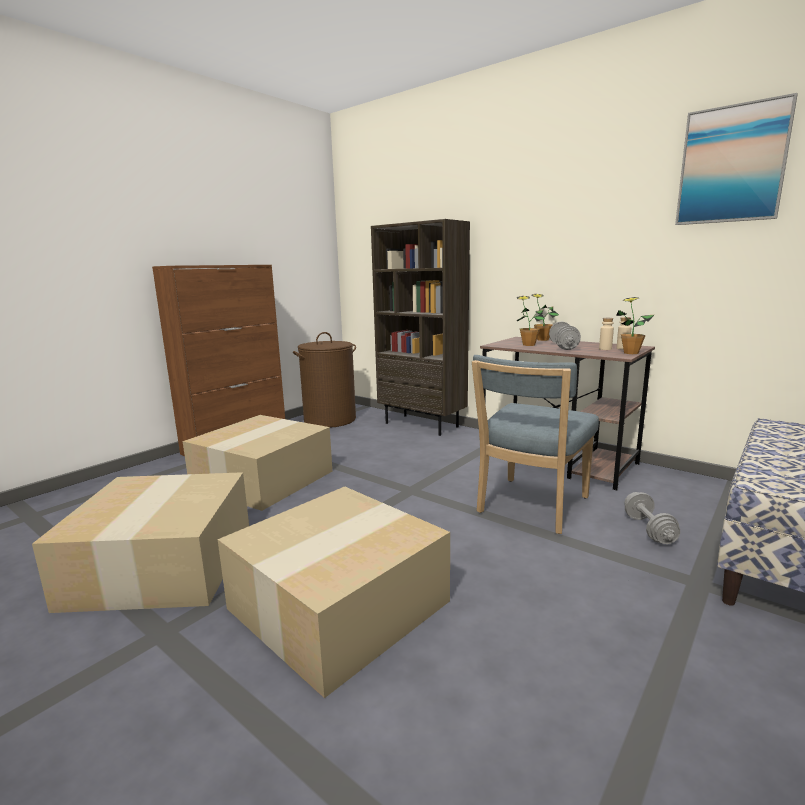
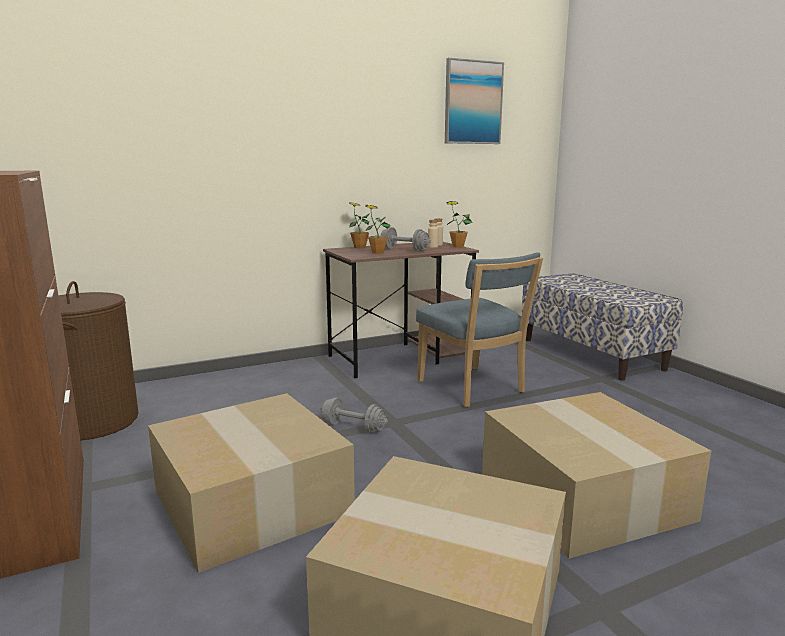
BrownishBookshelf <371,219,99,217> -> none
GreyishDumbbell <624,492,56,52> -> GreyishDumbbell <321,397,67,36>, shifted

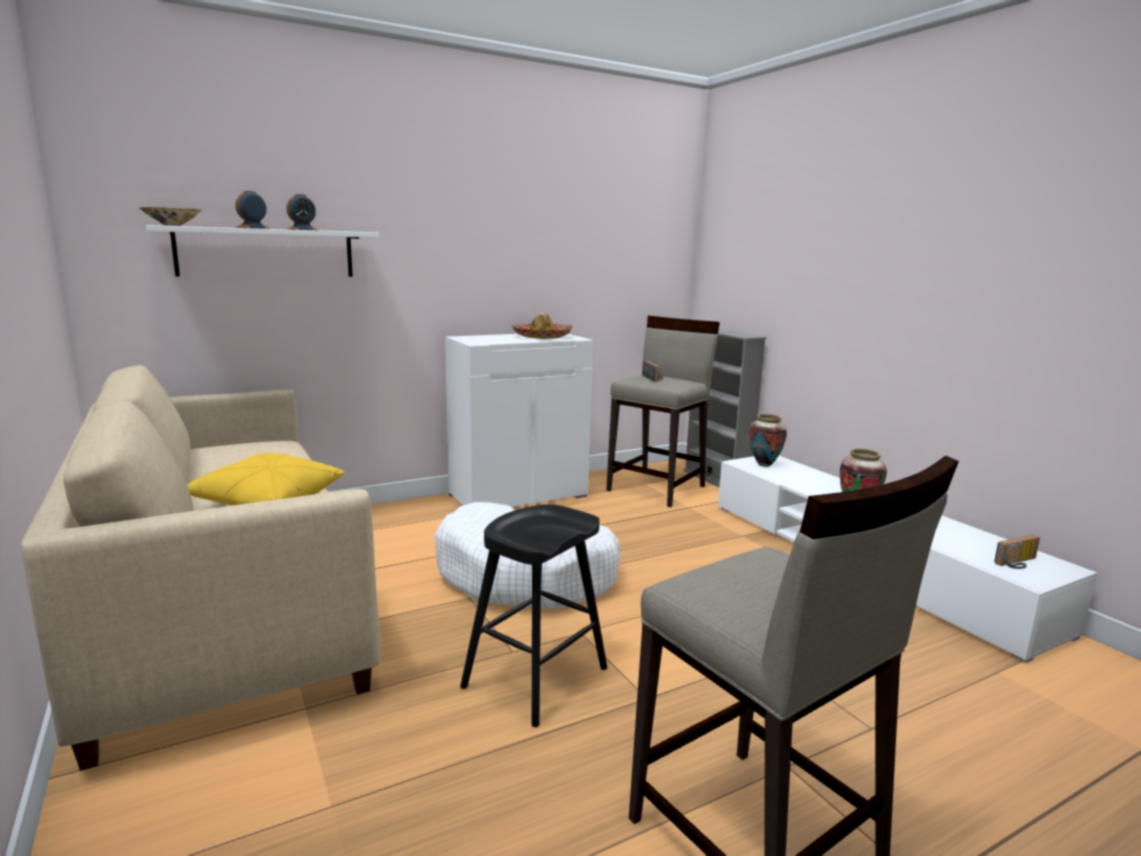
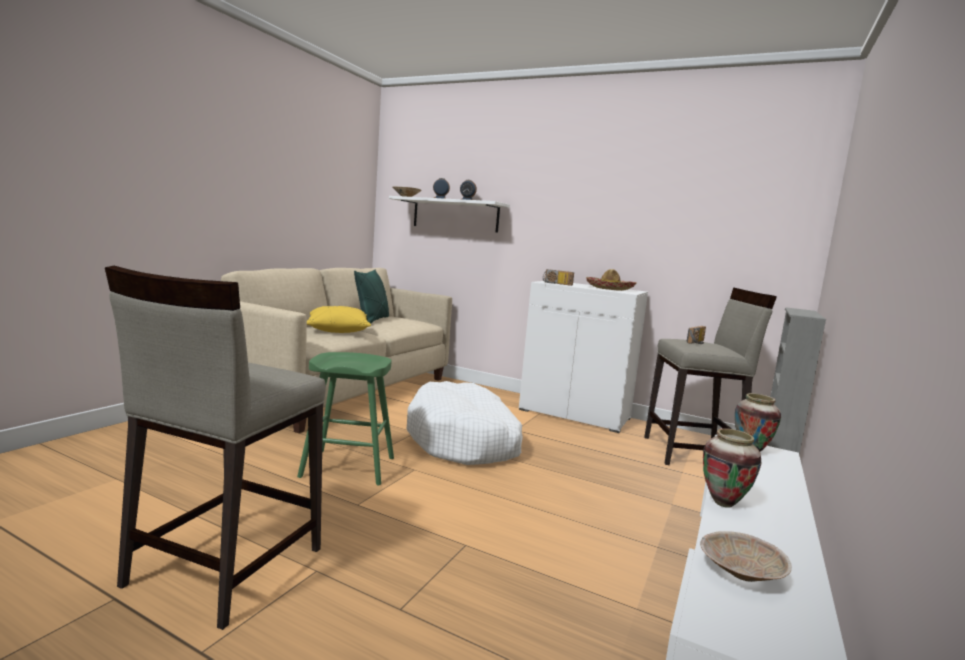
none -> GreenColouredCushion <354,270,35,54>
none -> BeigeServingBowl <700,531,92,51>
RadioReceiver <994,535,46,34> -> RadioReceiver <543,269,31,17>, shifted
BlackColouredSittingStool <460,504,147,223> -> GreenColouredSittingStool <297,352,97,134>

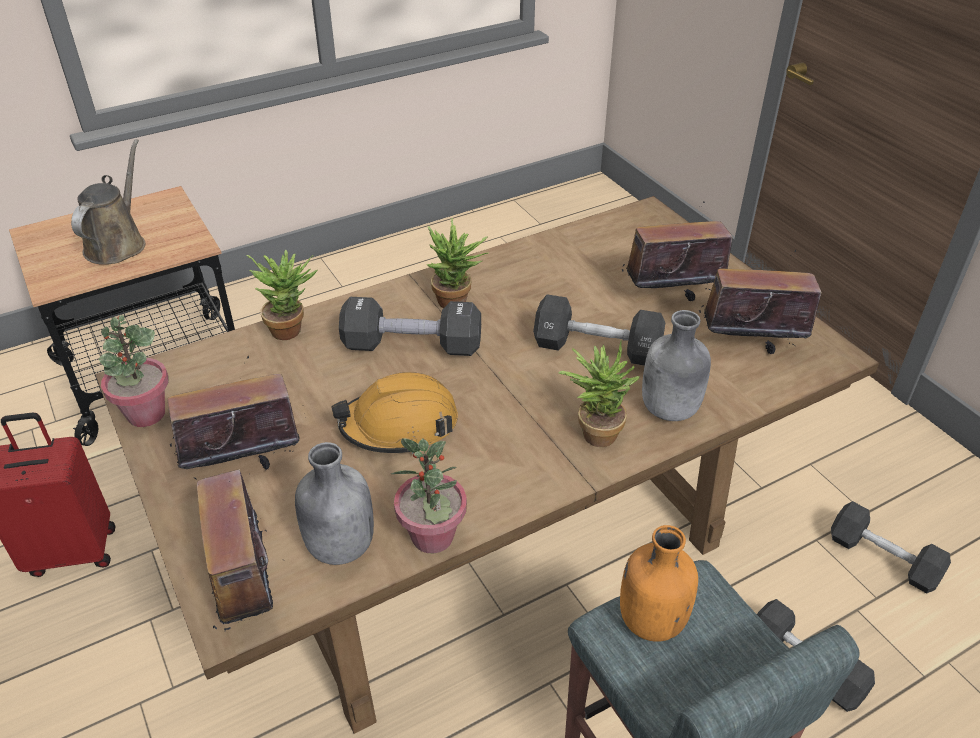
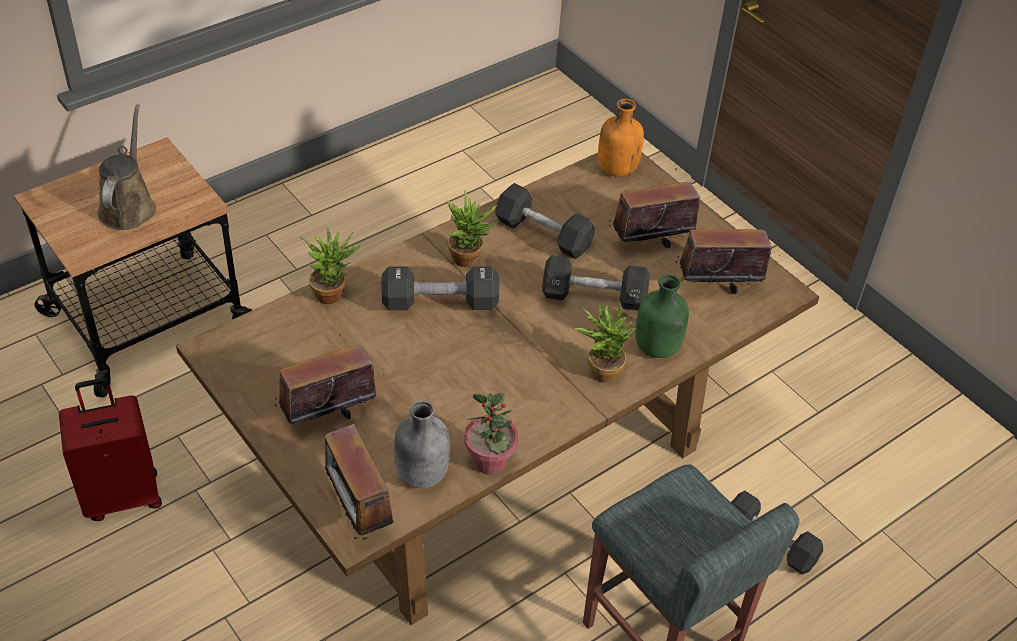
PlantInAPot <99,315,70,112> -> none
OrangeyHardHat <332,372,126,82> -> none
OrangeyBeverageBottle <620,525,78,117> -> OrangeyBeverageBottle <598,99,46,78>, shifted
BlackColouredDumbbell <831,501,120,92> -> BlackColouredDumbbell <495,183,100,76>, shifted
GreyishBeverageBottle <642,310,69,111> -> GreenColouredBeverageBottle <635,274,54,84>

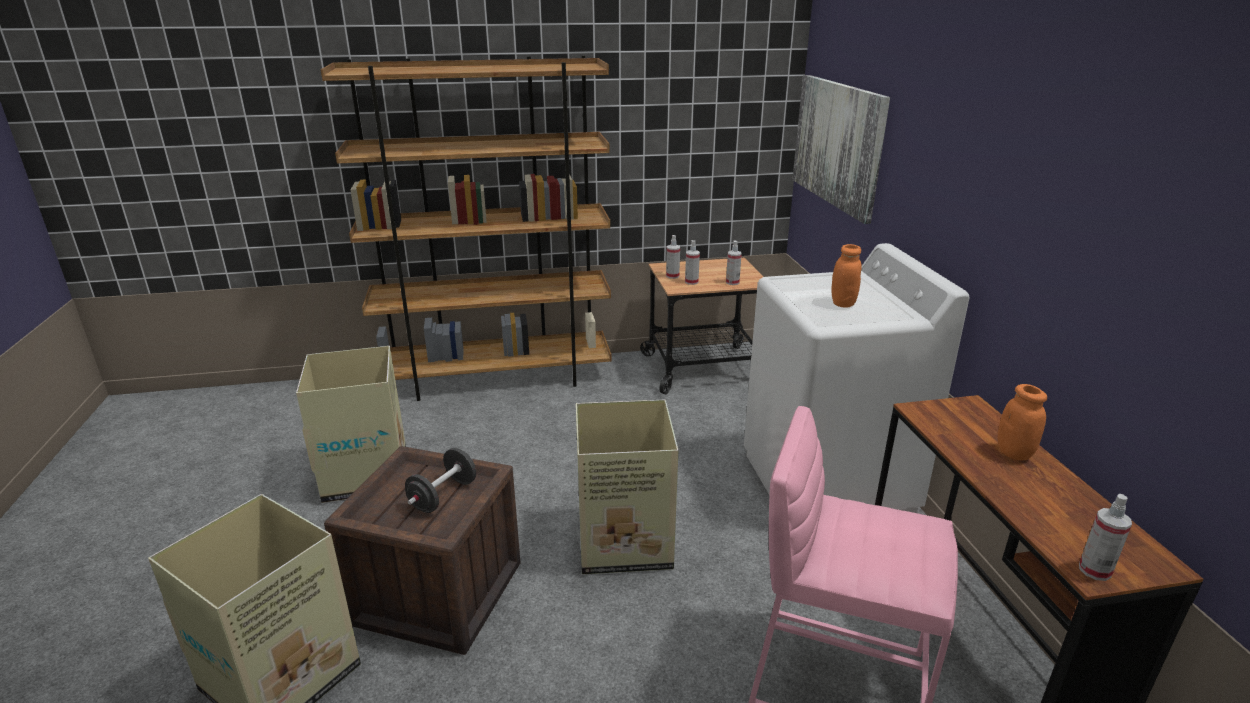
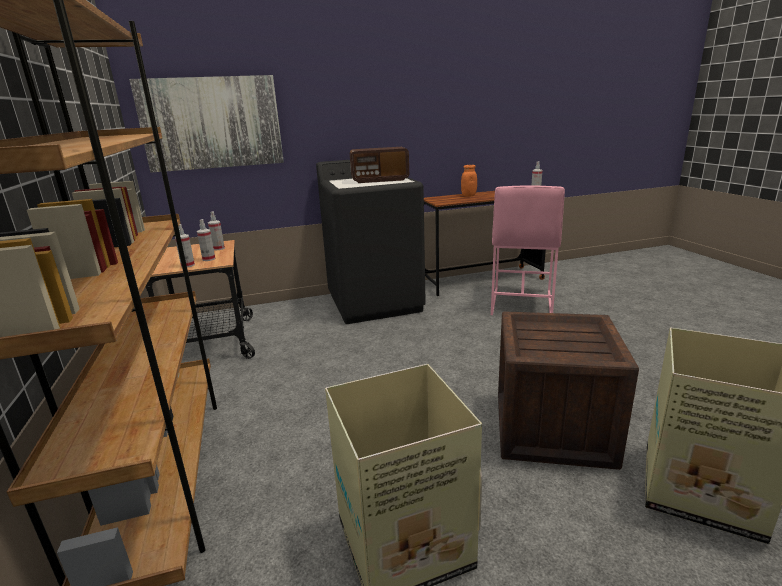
BlackColouredDumbbell <405,448,71,65> -> none
PackingBox <576,400,102,174> -> none
OrangeyStorageJar <831,244,31,64> -> RadioReceiver <350,147,59,36>
WhitishLaundryAppliance <744,243,225,270> -> BlackColouredLaundryAppliance <316,160,110,164>

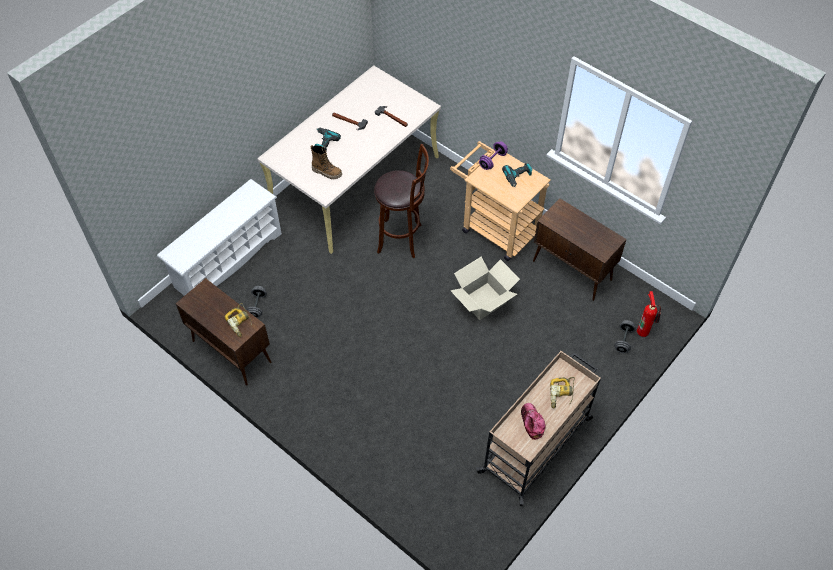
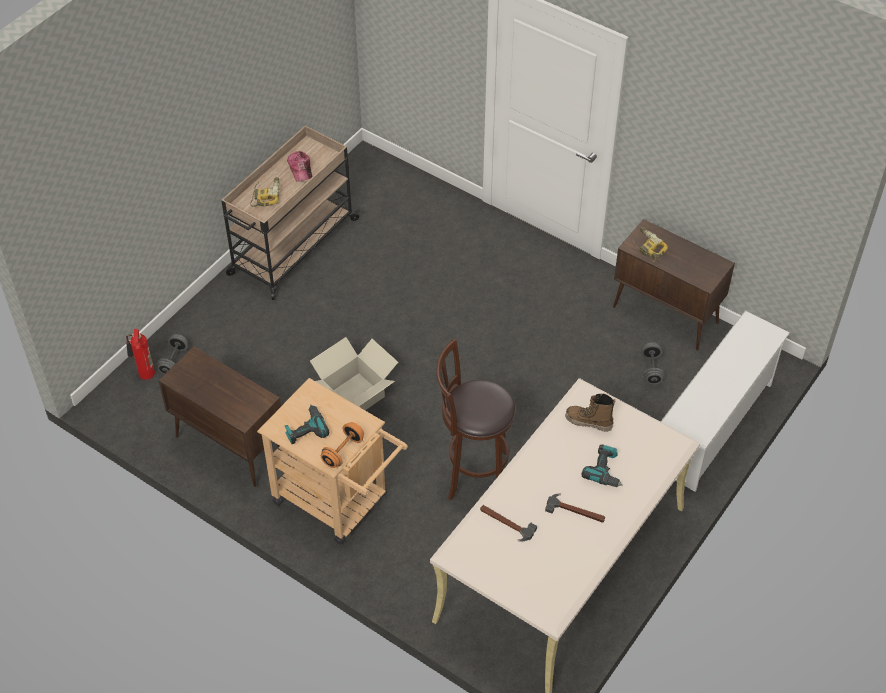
PurplishDumbbell <479,141,29,29> -> OrangeyDumbbell <321,422,43,46>

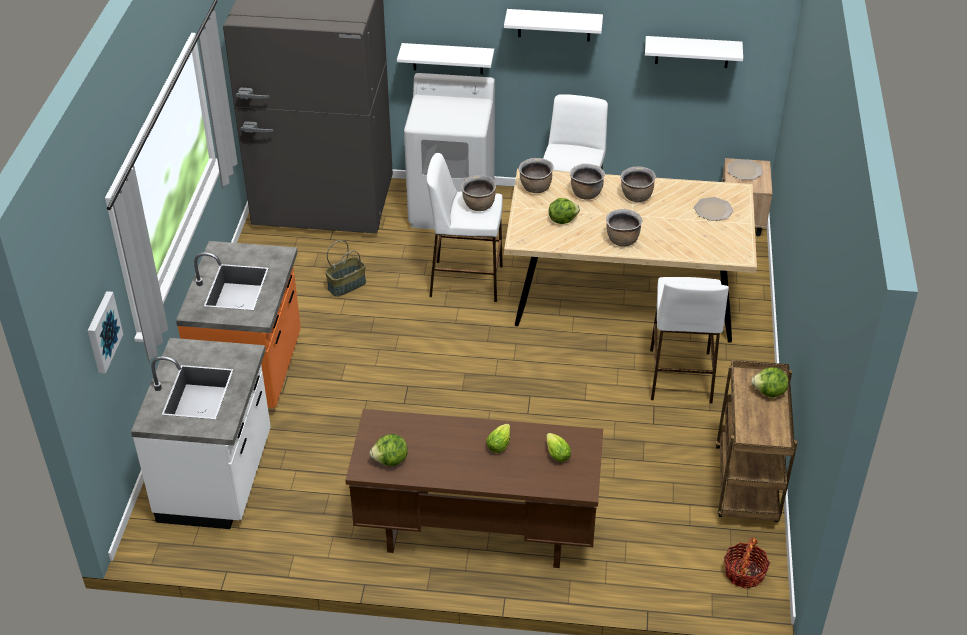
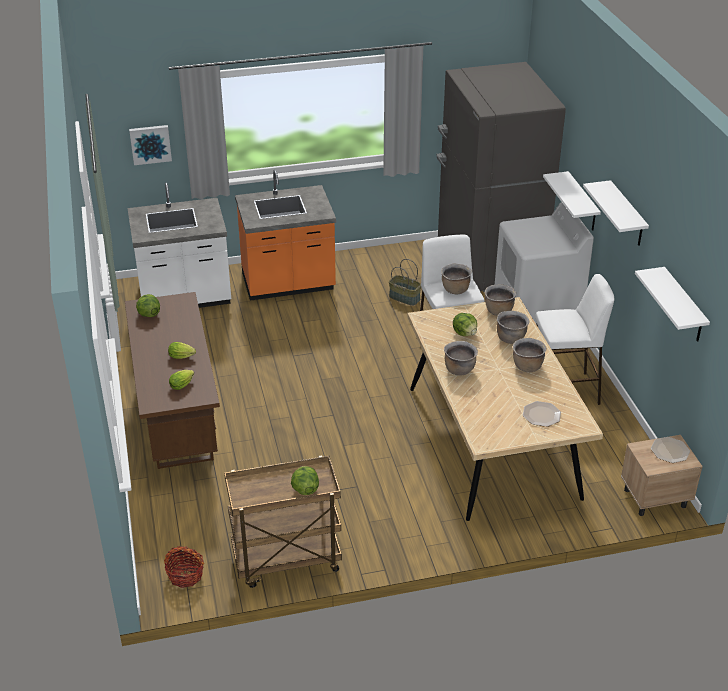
WhitishSittingStool <650,277,79,126> -> none

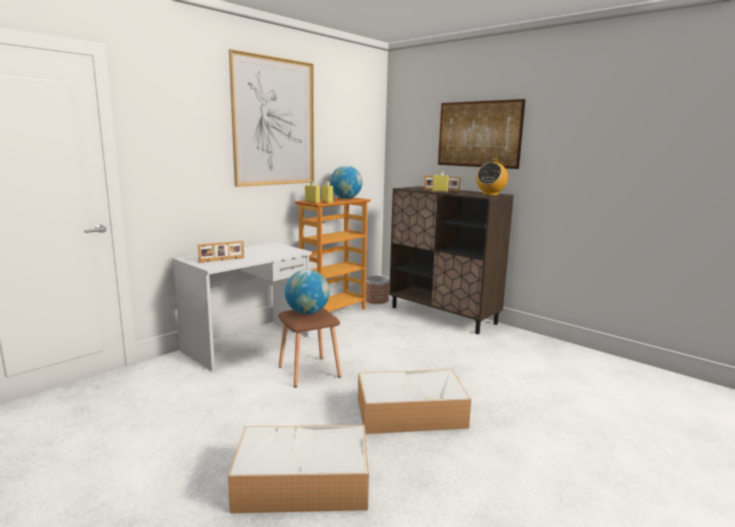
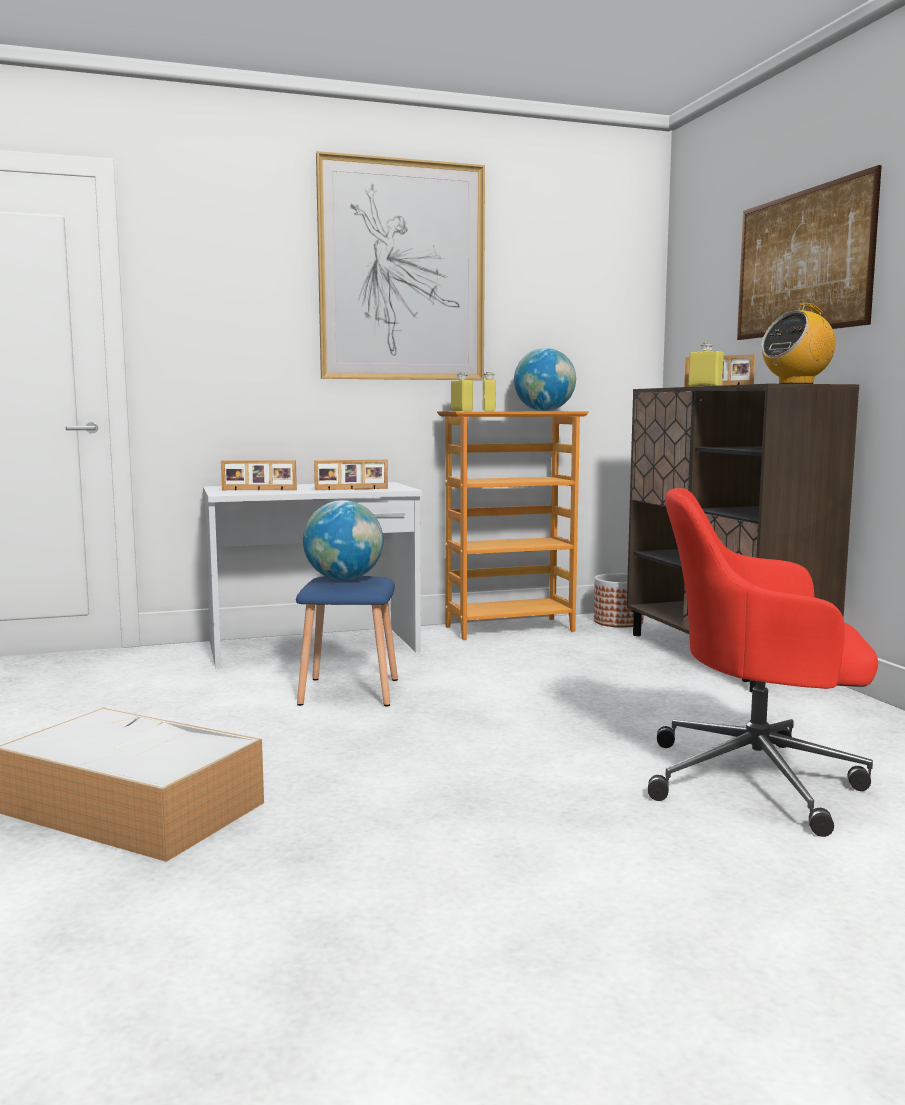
StorageContainer <358,369,113,65> -> none
none -> StandingFrame <314,459,74,31>
none -> RedDeskChair <648,488,230,349>
BrownishSittingStool <278,308,63,79> -> BlueSittingStool <296,576,102,130>

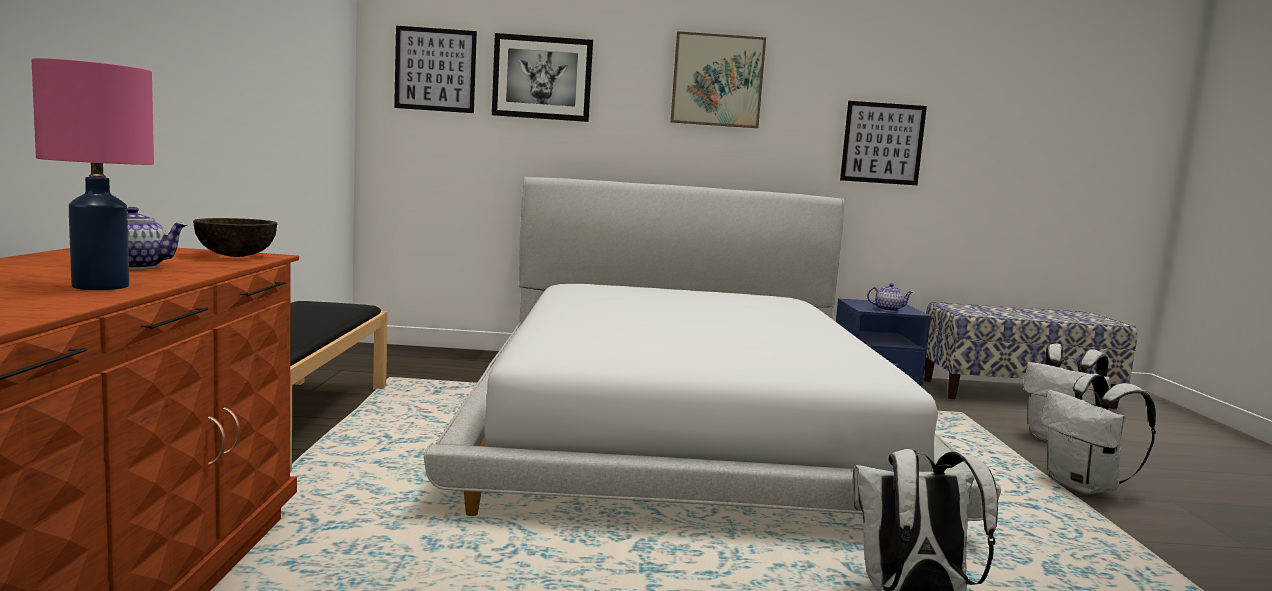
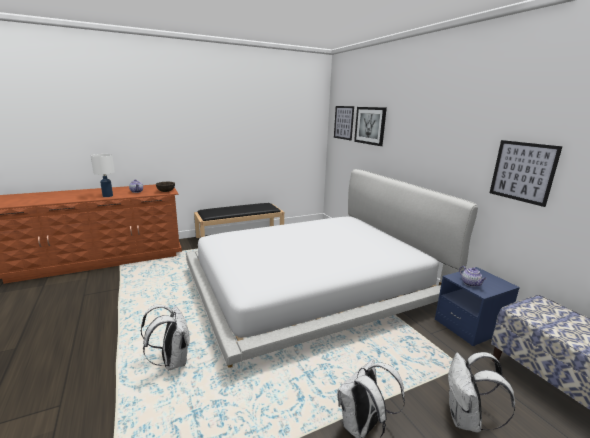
WallArt <671,31,95,97> -> none
PinkishTabletopLamp <31,58,123,232> -> WhitishTabletopLamp <90,154,25,43>

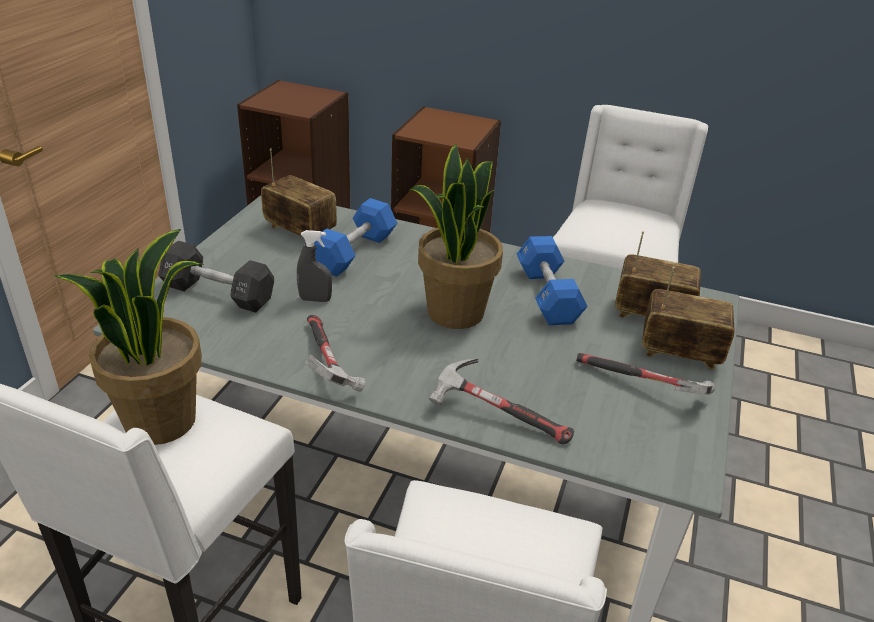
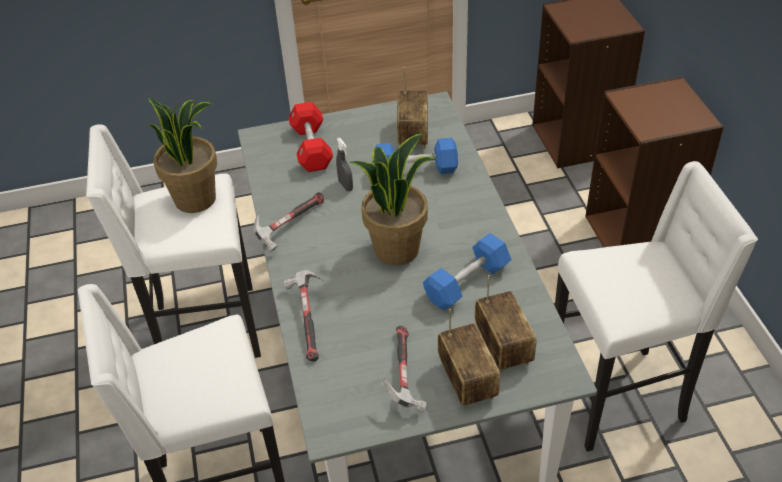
BlackColouredDumbbell <158,241,116,72> -> RedDumbbell <288,102,45,70>

